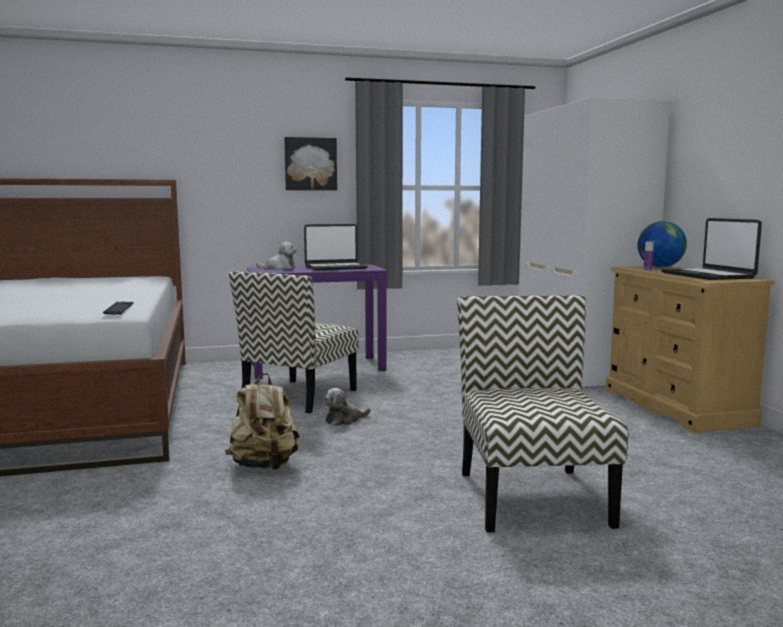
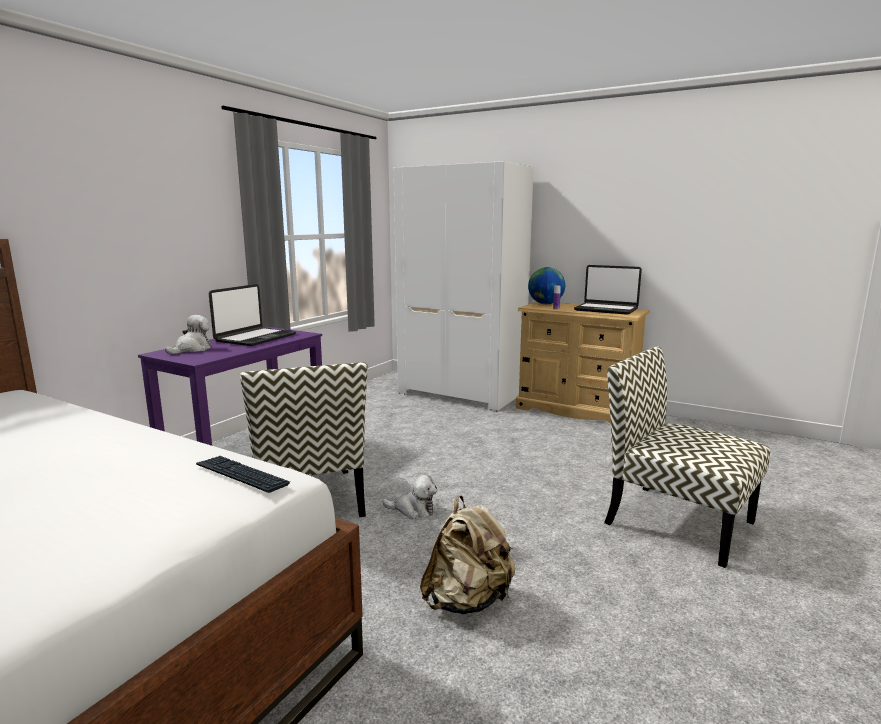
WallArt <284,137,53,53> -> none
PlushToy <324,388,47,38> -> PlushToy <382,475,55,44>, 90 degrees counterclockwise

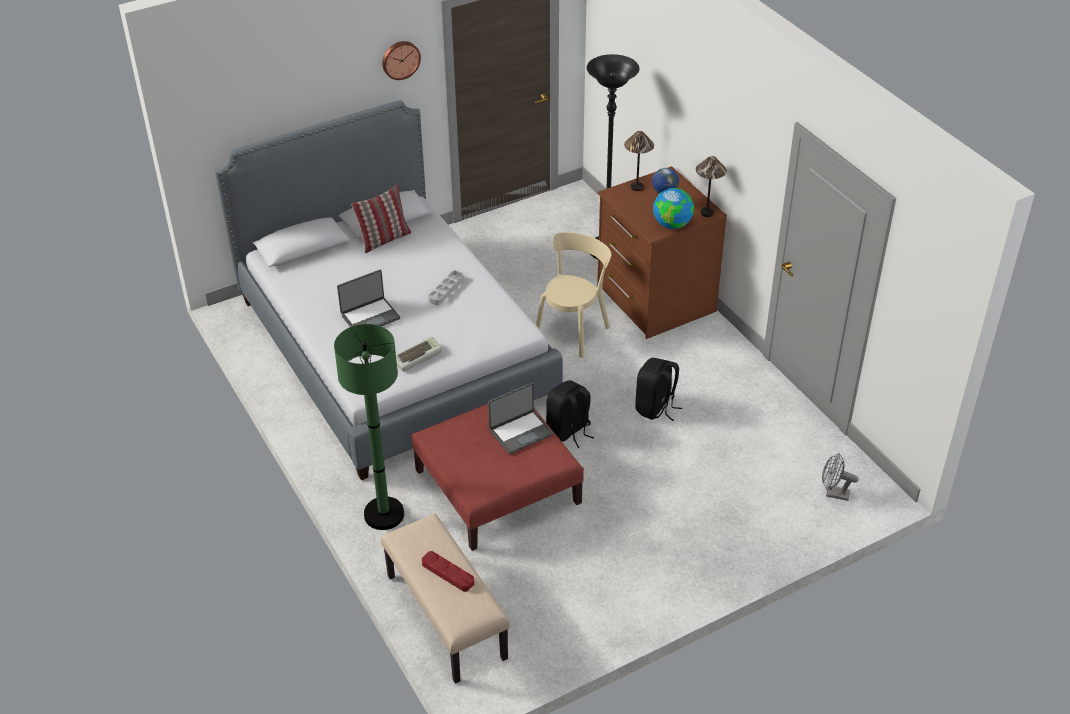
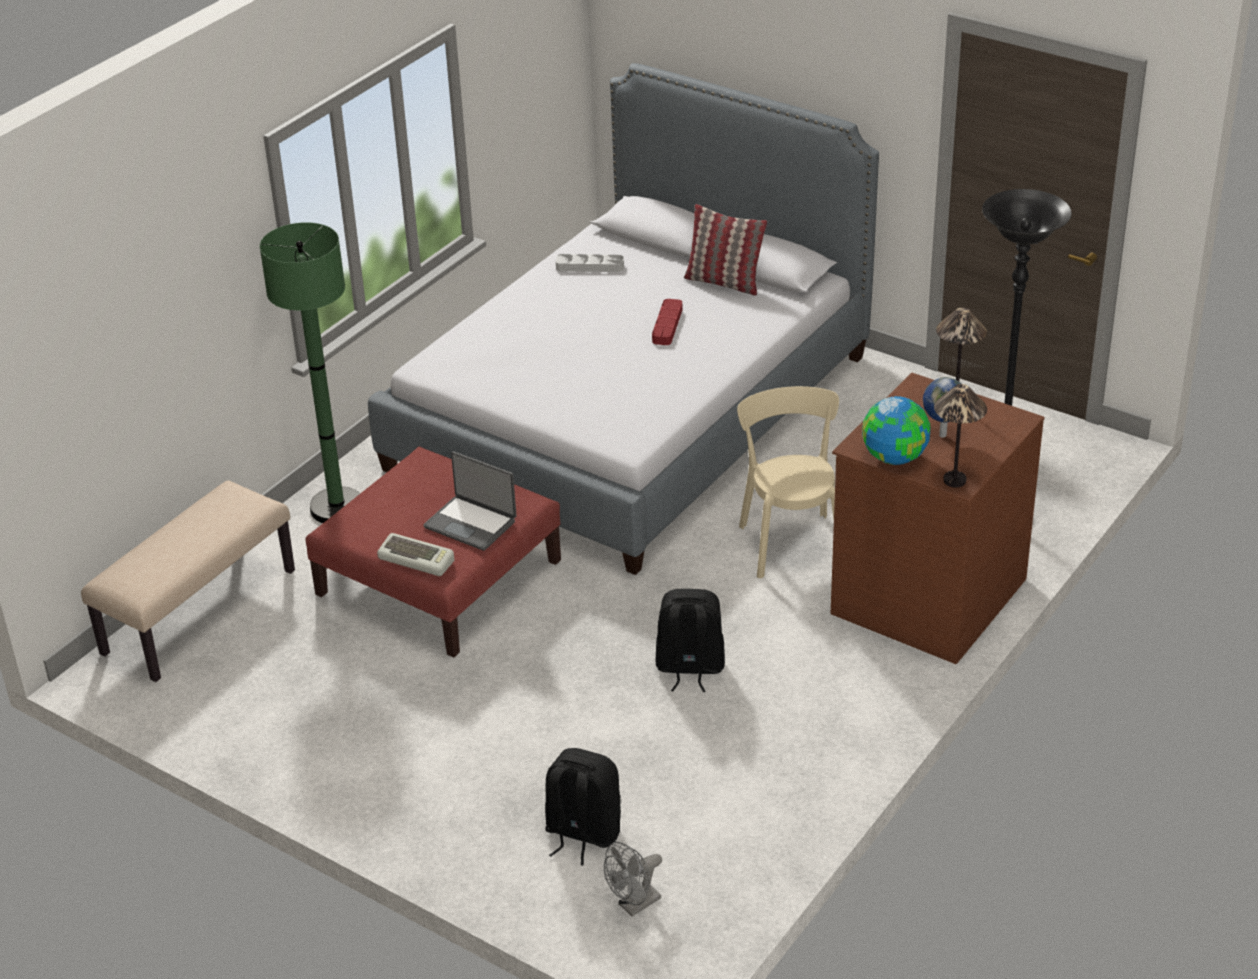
PortableComputer <337,270,63,57> -> none
HangingClock <382,41,39,39> -> none
Keyboard <396,337,46,34> -> Keyboard <377,533,77,43>, shifted
RedTray <422,551,52,41> -> RedTray <652,299,30,46>, shifted
GreyishTray <428,271,36,34> -> GreyishTray <556,254,68,18>, shifted
BlackColouredKnapsack <546,380,48,68> -> BlackColouredKnapsack <545,748,76,117>, shifted
BeigePlainChair <536,232,75,126> -> BeigePlainChair <737,386,102,192>, 105 degrees counterclockwise
GreyishFan <822,453,36,48> -> GreyishFan <604,842,58,75>, 120 degrees counterclockwise

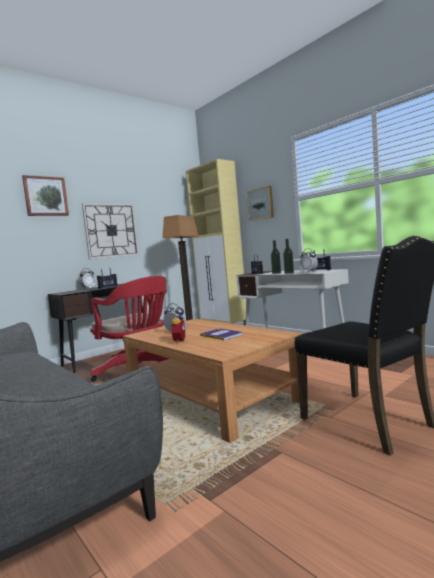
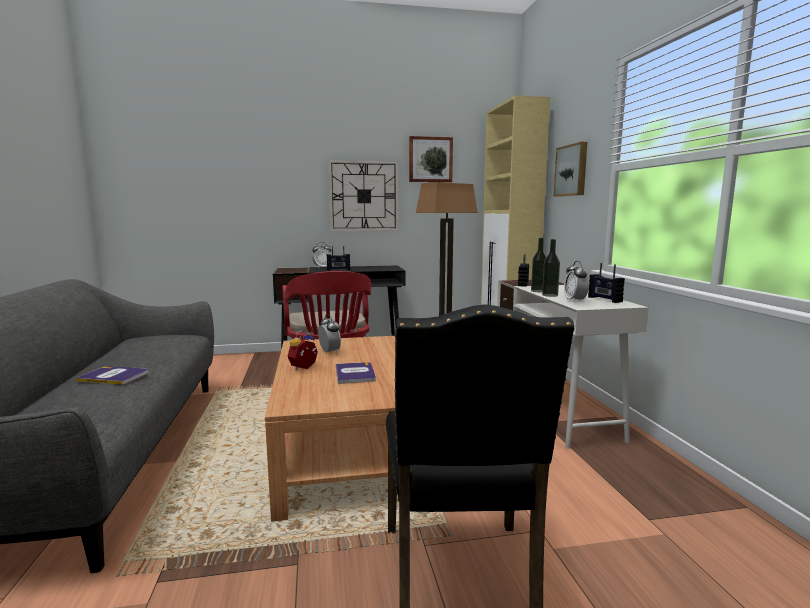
none -> Volume <76,366,72,19>
WallArt <22,175,47,41> -> WallArt <409,136,44,46>, shifted

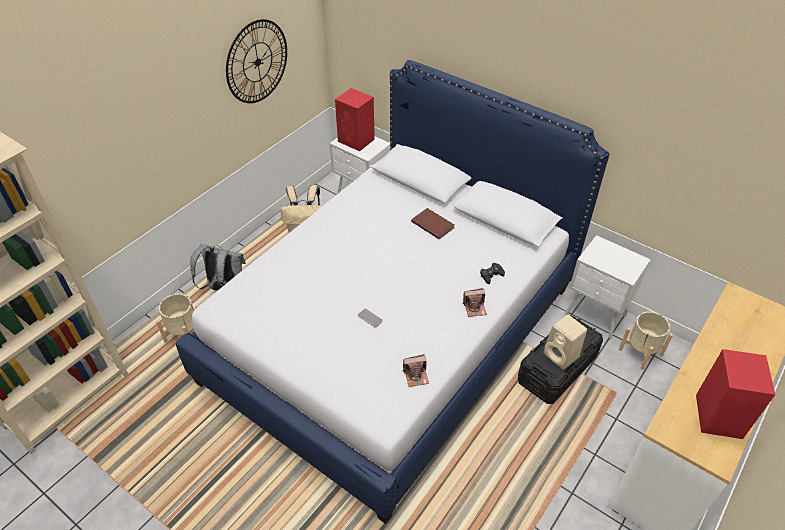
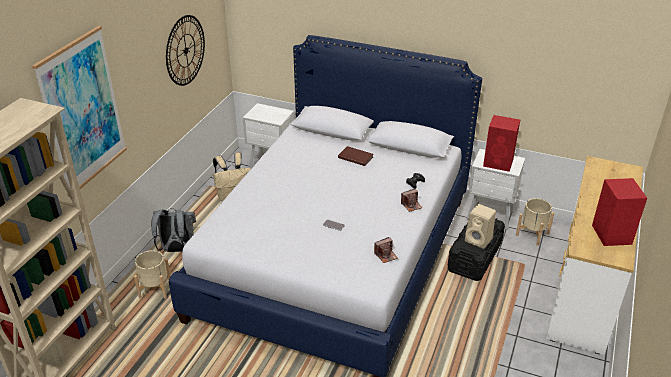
none -> WallArt <32,26,95,171>
RedSpeaker <335,88,40,63> -> RedSpeaker <483,115,37,57>, shifted

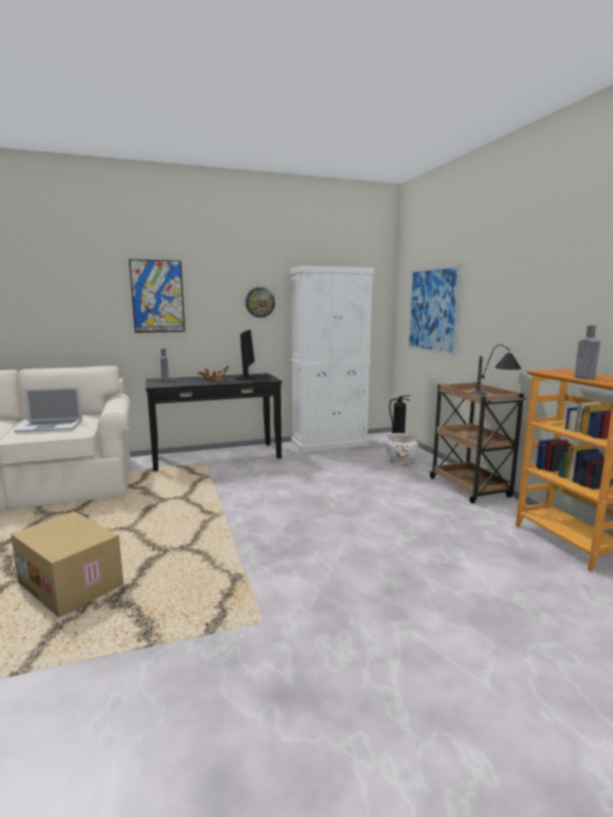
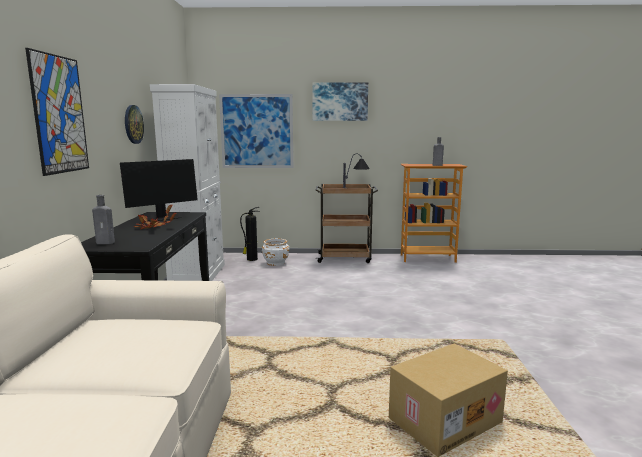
PortableComputer <14,387,69,46> -> none
none -> WallArt <312,82,56,39>
ComputerDisplay <235,330,22,49> -> ComputerDisplay <120,159,78,63>, 120 degrees clockwise

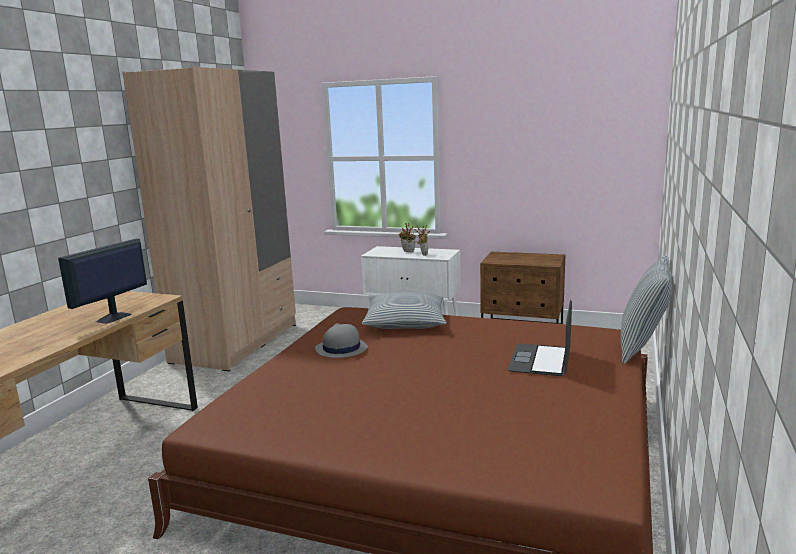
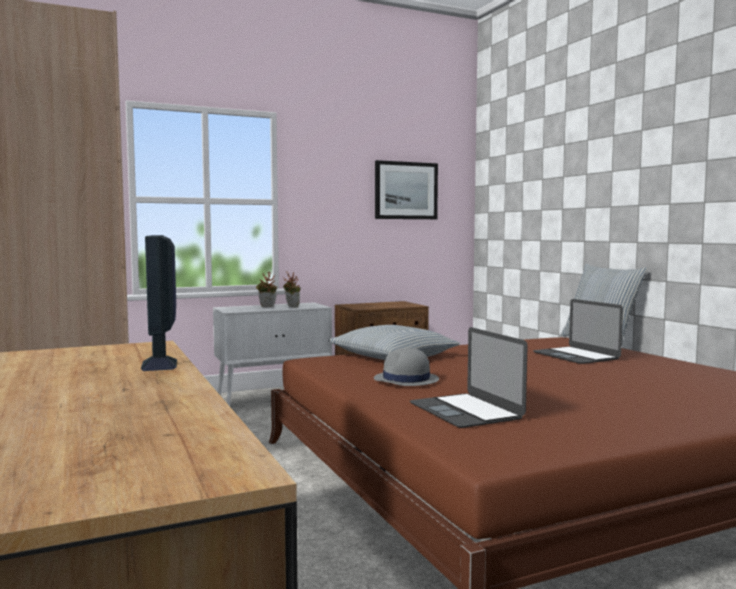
none -> WallArt <375,160,63,59>
none -> PortableComputer <410,327,118,101>

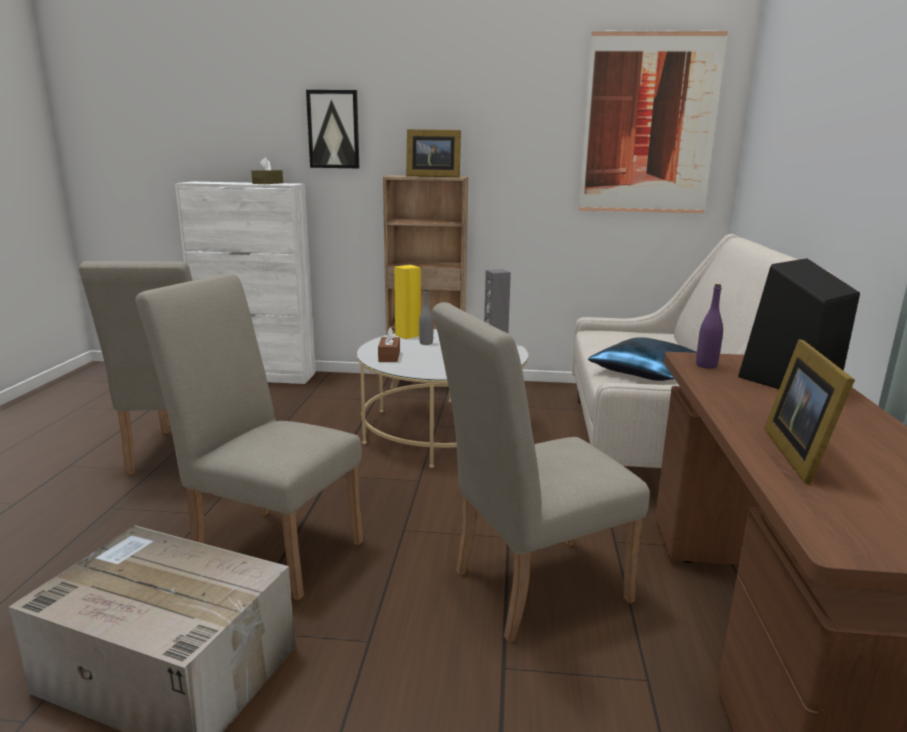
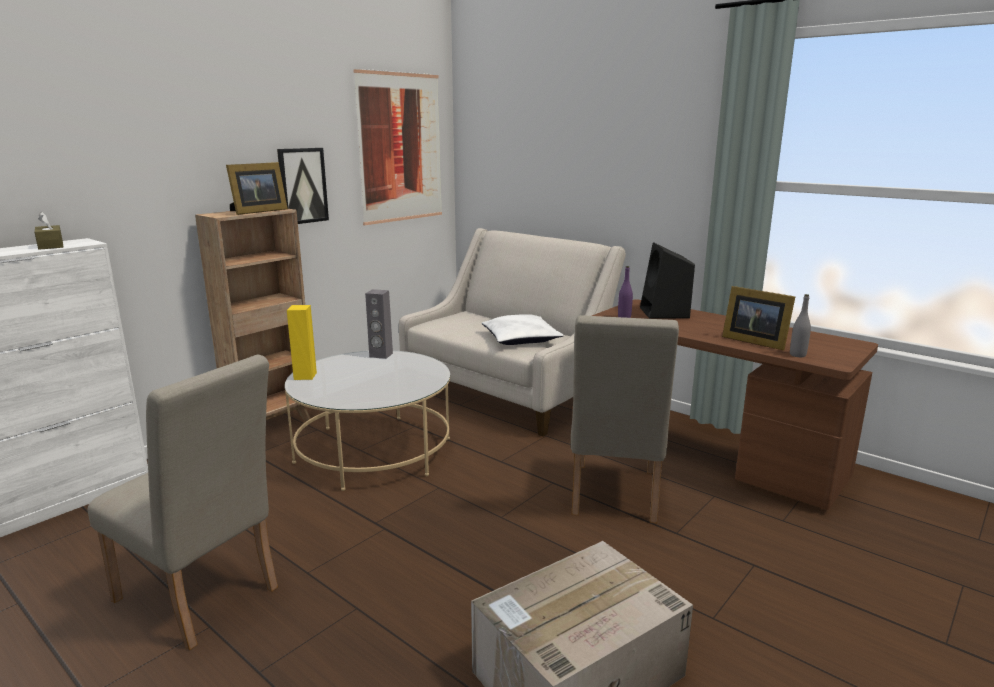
BeigePlainChair <136,273,227,328> -> none
BrownishBoxOfTissues <378,327,22,35> -> none
WallArt <306,90,53,78> -> WallArt <277,148,52,76>, shifted
GreyishBeverageBottle <419,290,14,55> -> GreyishBeverageBottle <790,294,21,63>, shifted
BlueCushion <588,337,109,44> -> WhitishCushion <482,314,82,31>

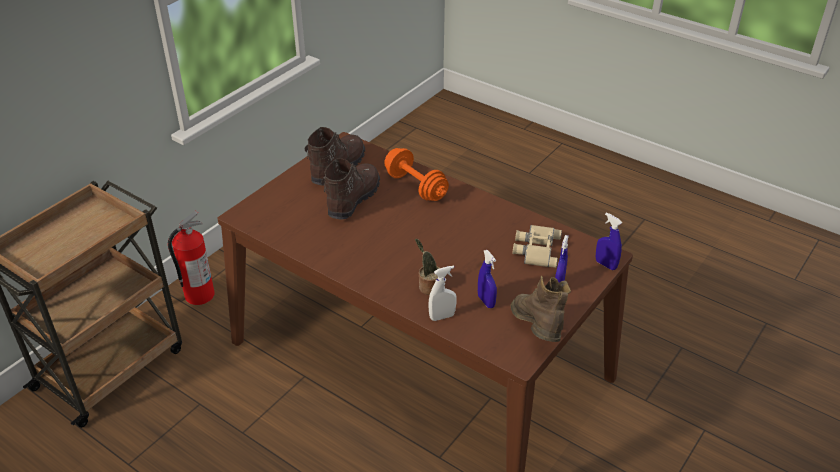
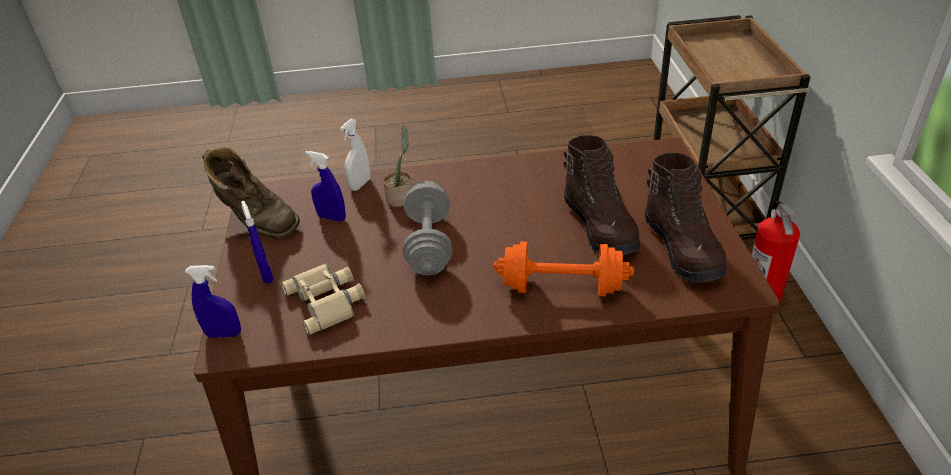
none -> GreyishDumbbell <403,181,49,94>

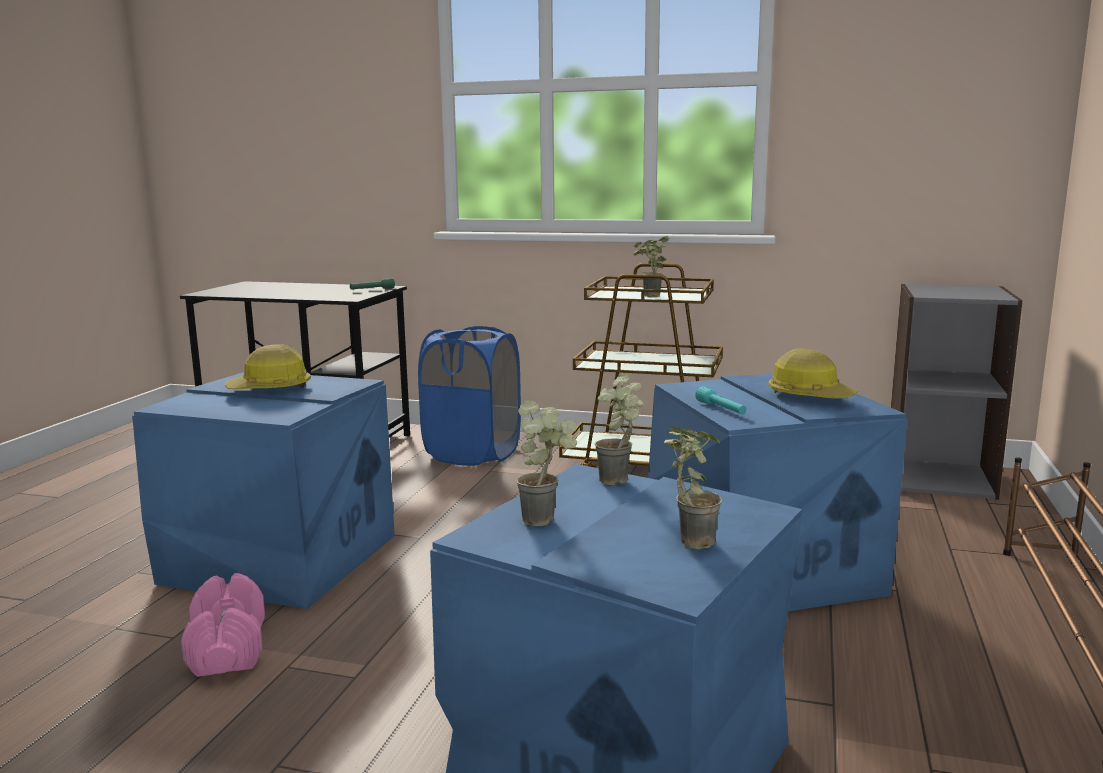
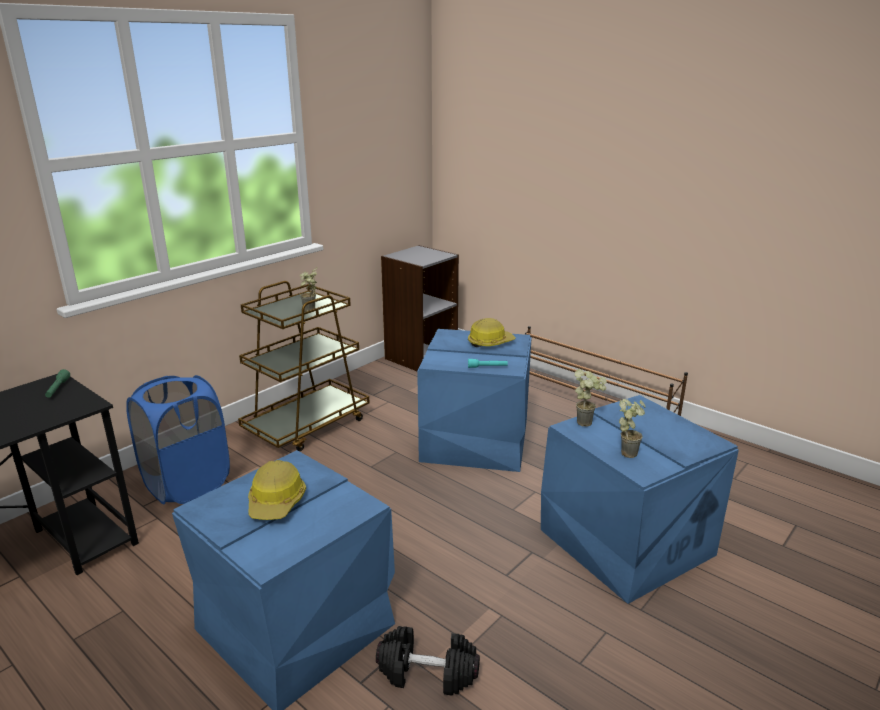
PlantInAPot <664,426,58,123> -> none
PinkishDumbbell <181,573,84,104> -> BlackColouredDumbbell <376,626,104,70>

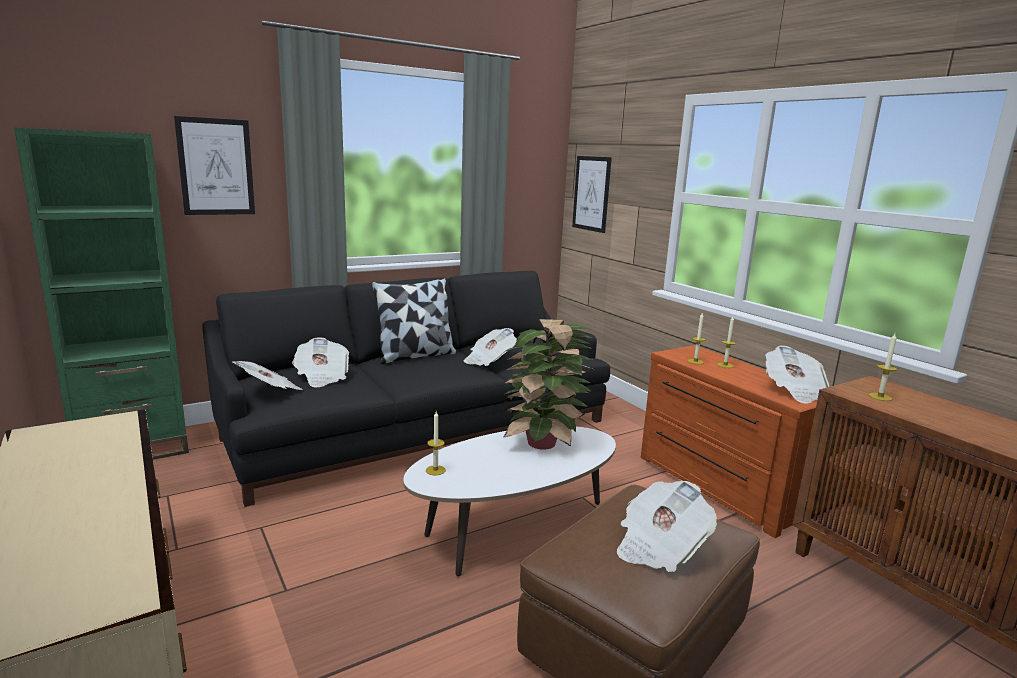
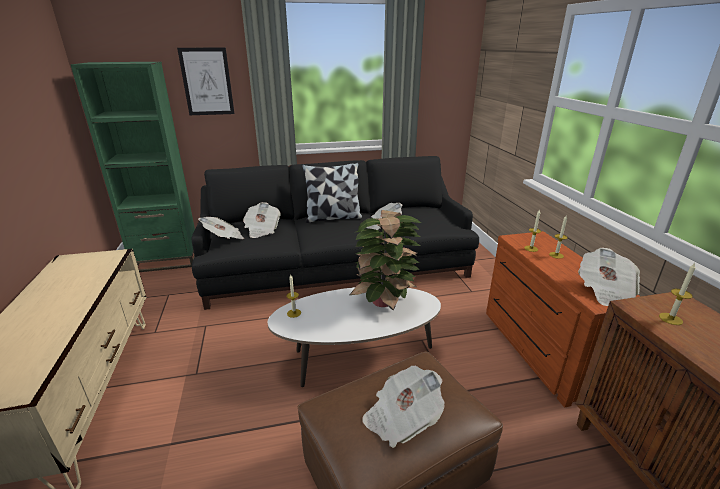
WallArt <572,156,40,77> -> none

